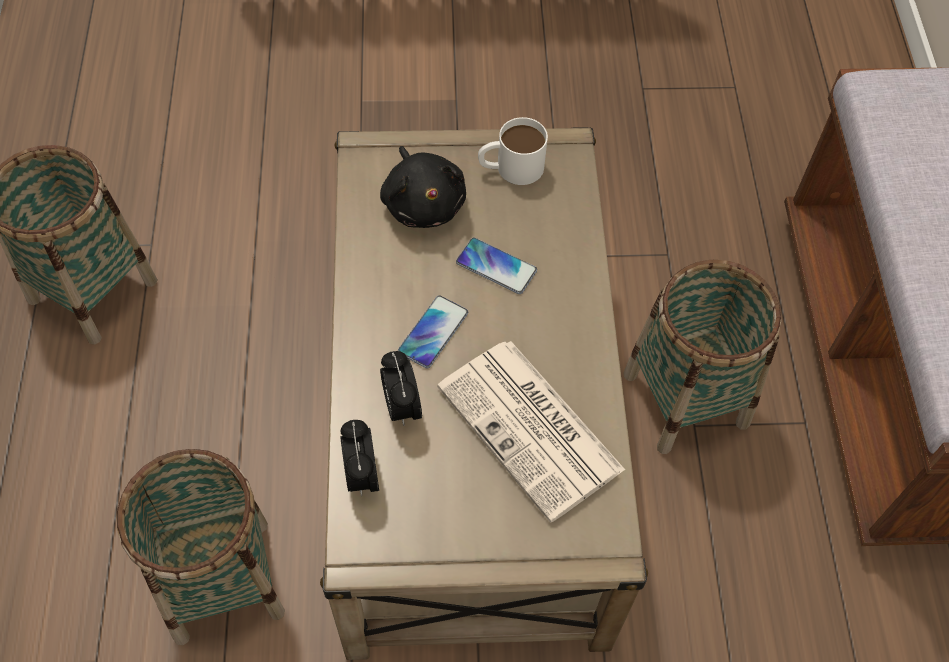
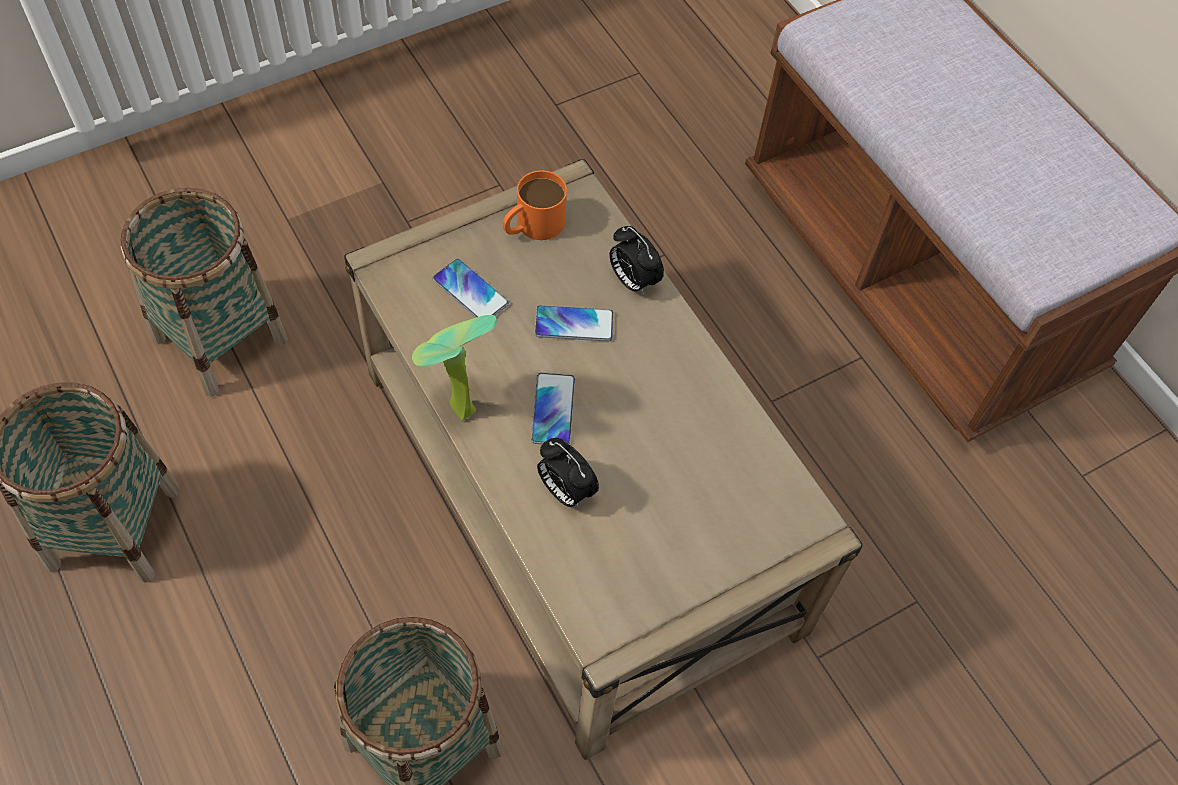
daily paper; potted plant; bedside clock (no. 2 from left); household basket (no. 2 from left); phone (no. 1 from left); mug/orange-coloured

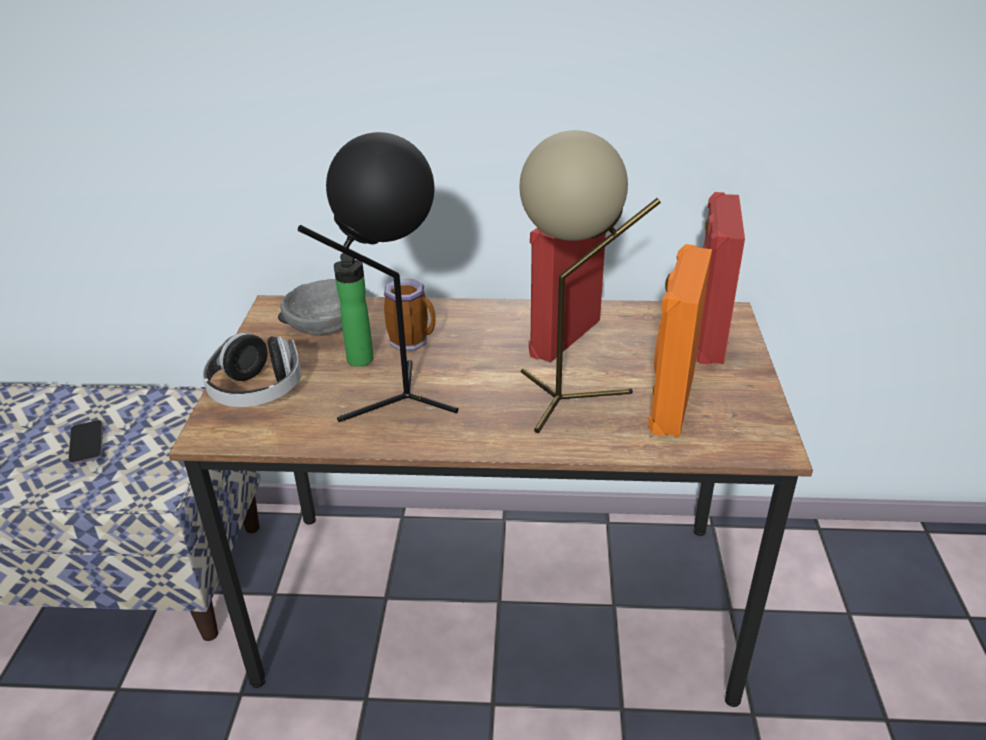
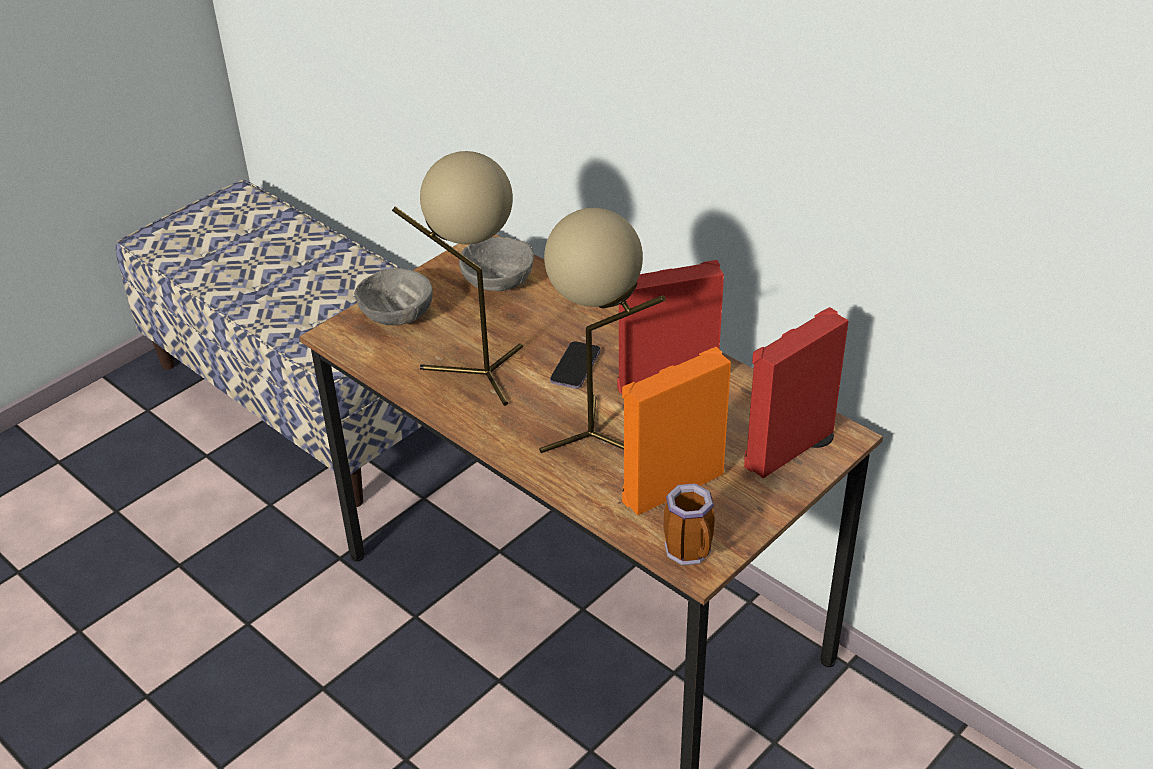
bottle; phone; mug; serving bowl/grey (no. 1 from left); table lamp/beige (no. 1 from left)

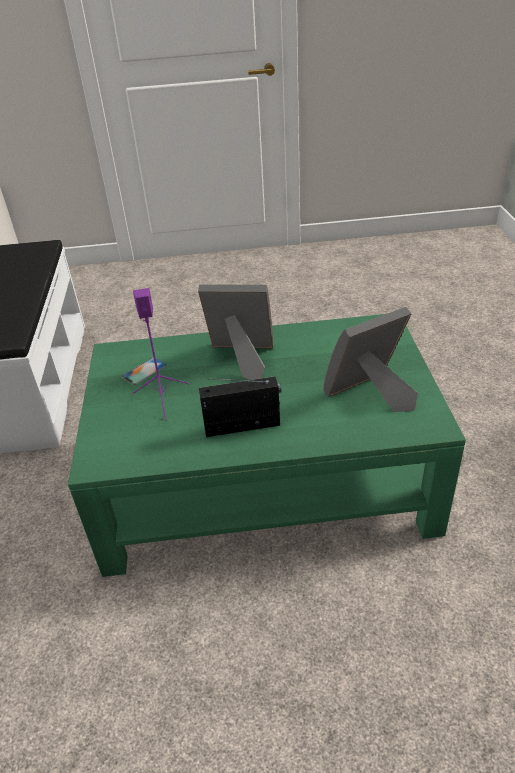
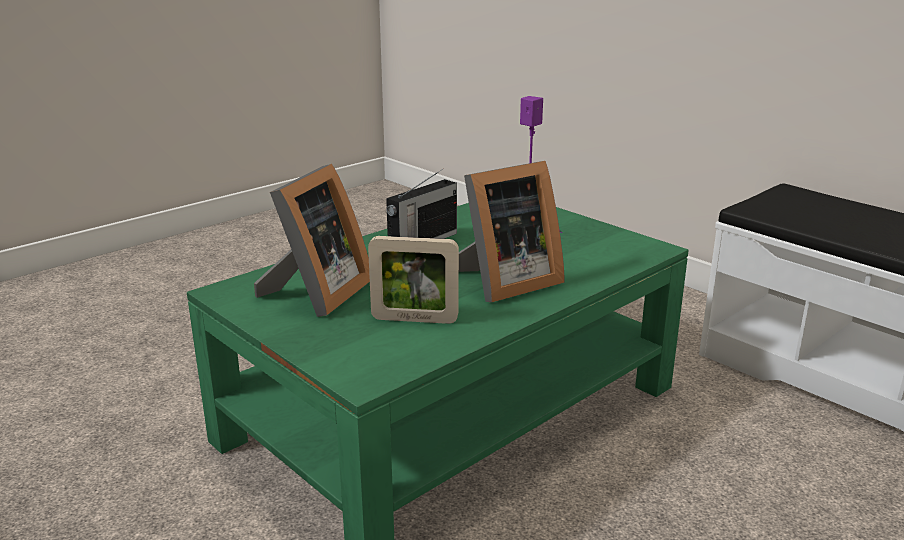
phone; photo frame (no. 2 from left)

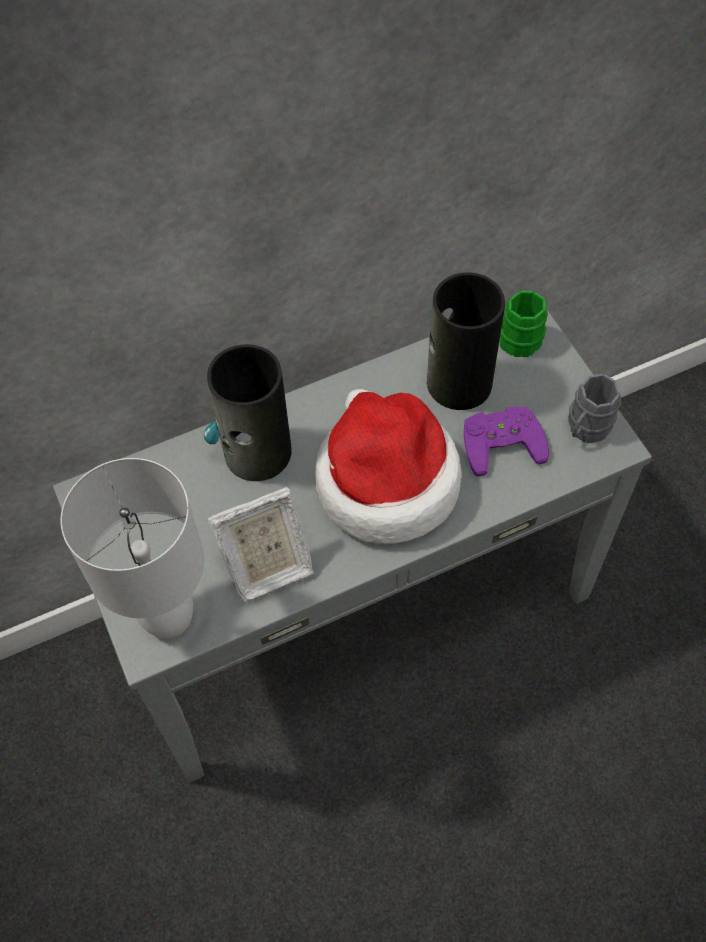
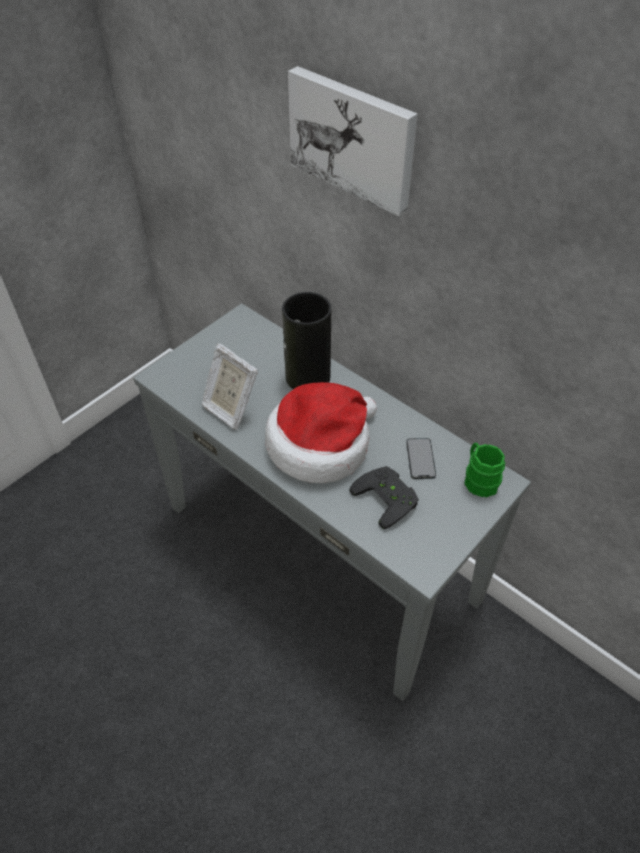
table lamp/whitish; mug/grey; wall picture; phone; joypad/black-coloured

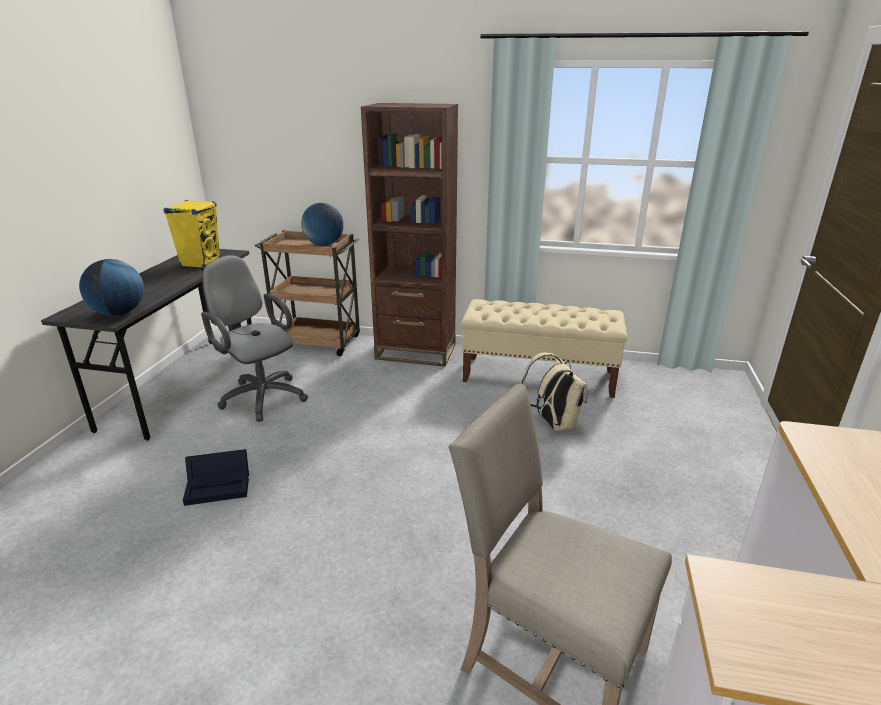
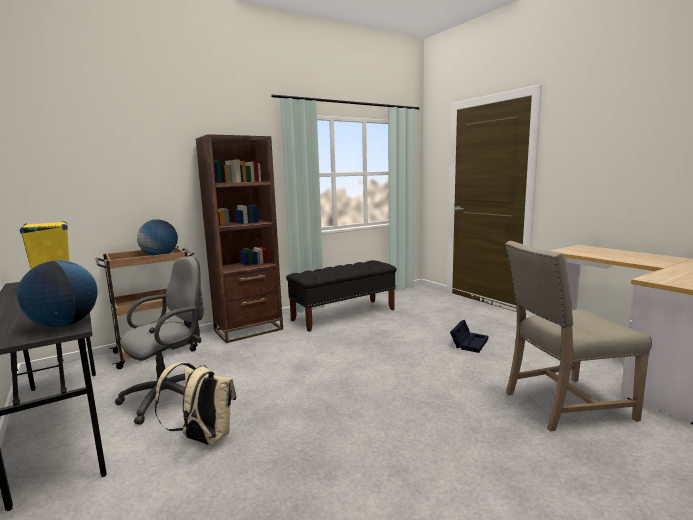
storage bin/black-coloured; knapsack/beige; bench/black-coloured; office chair/grey

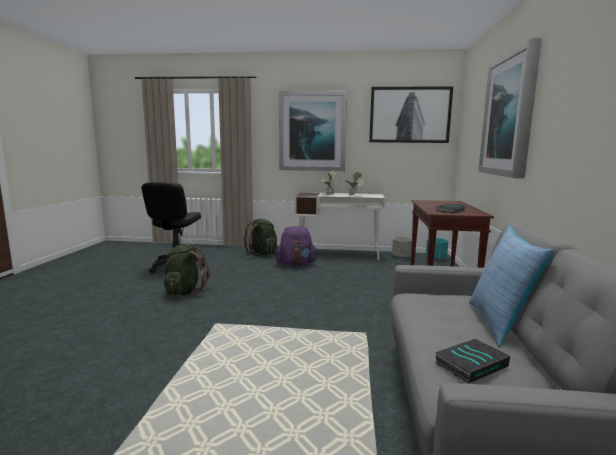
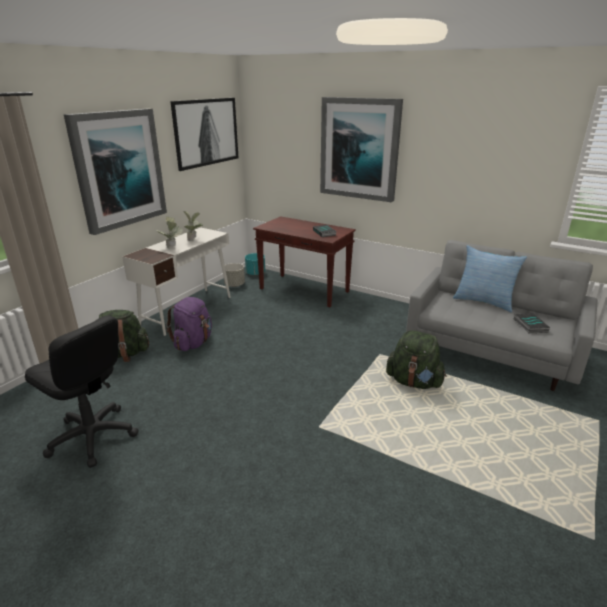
knapsack/green (no. 2 from left)

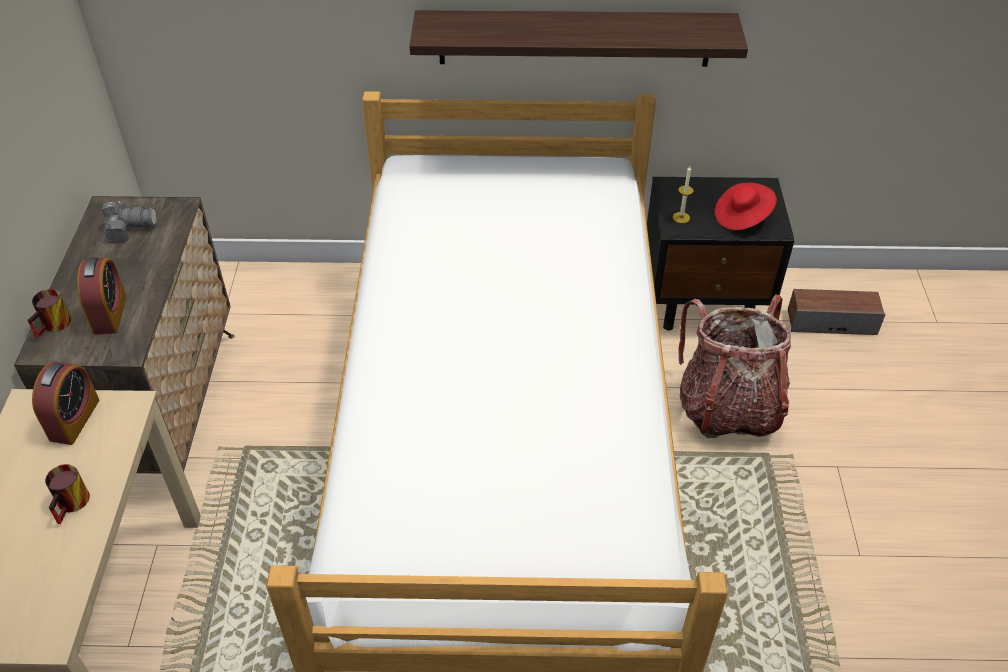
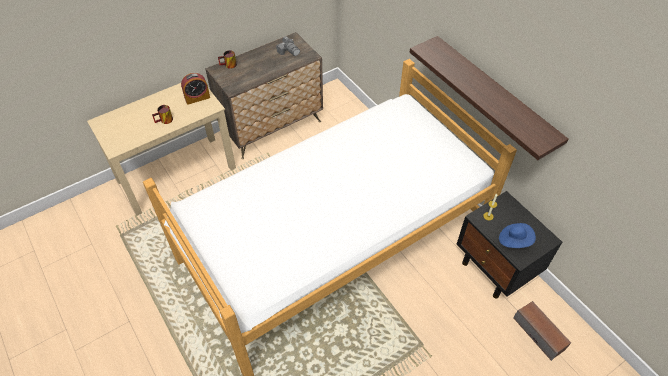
bedside clock (no. 2 from left in the first image); knapsack; clothing hat/bluish

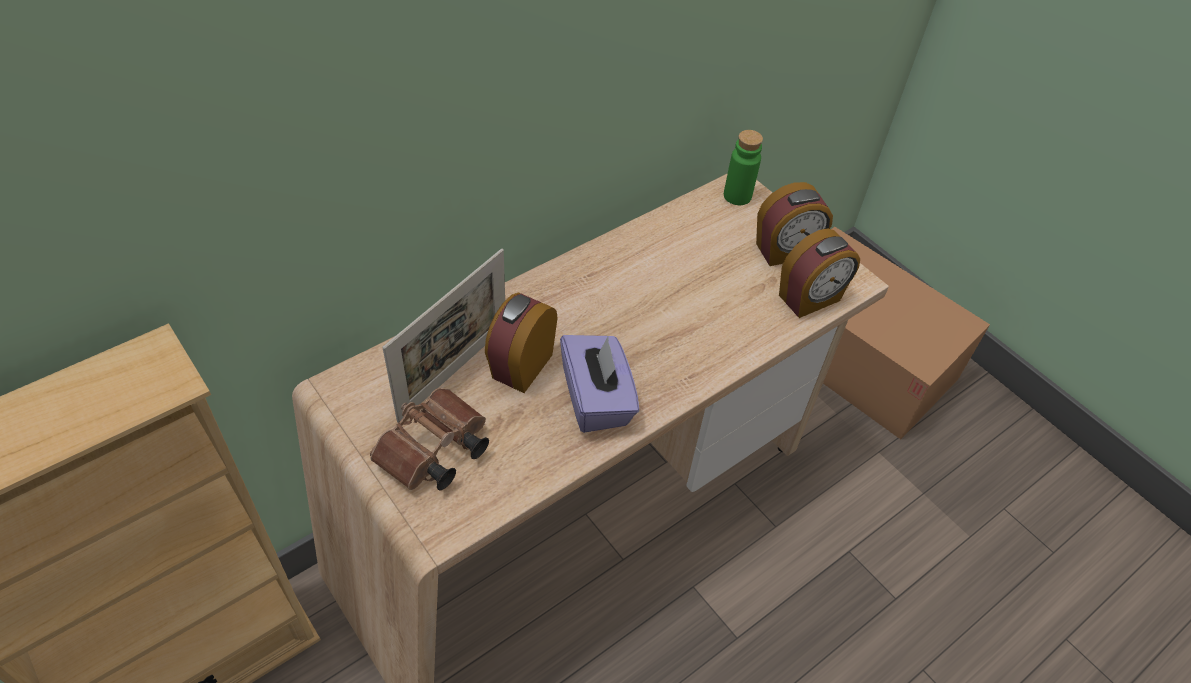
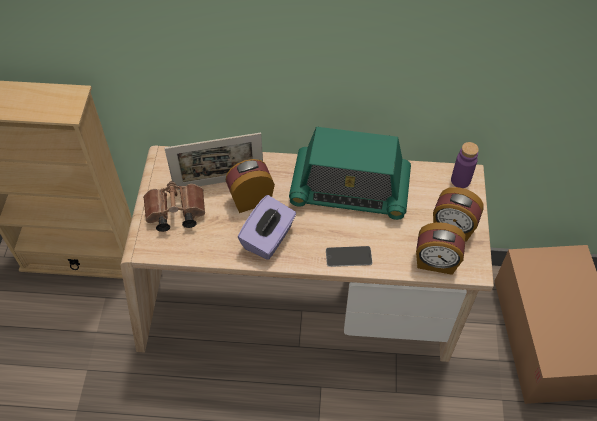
radio receiver; phone; bottle/purplish

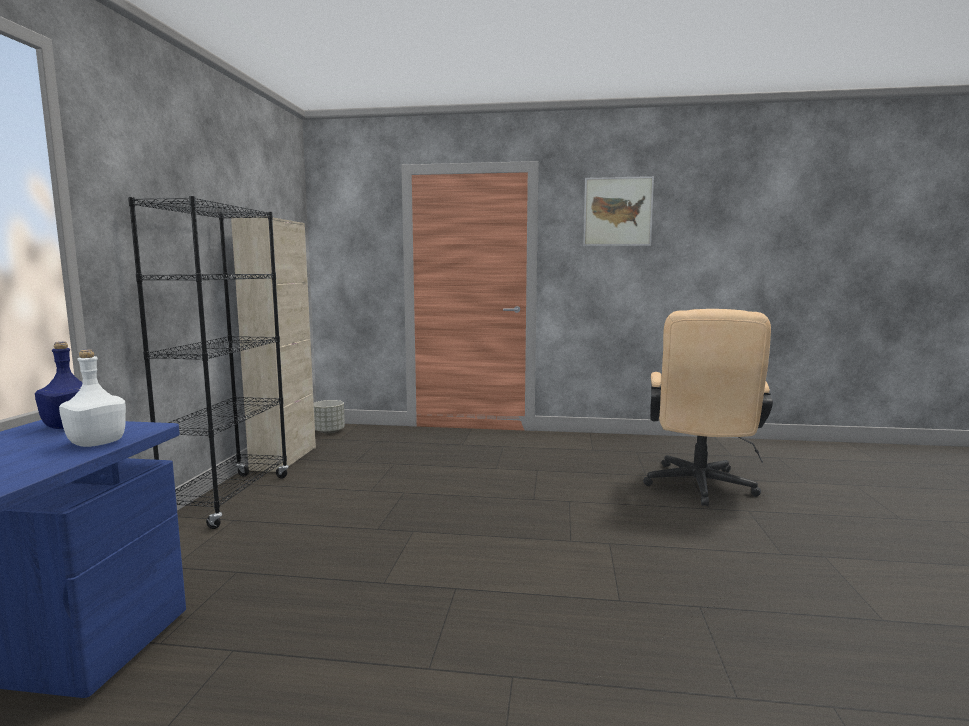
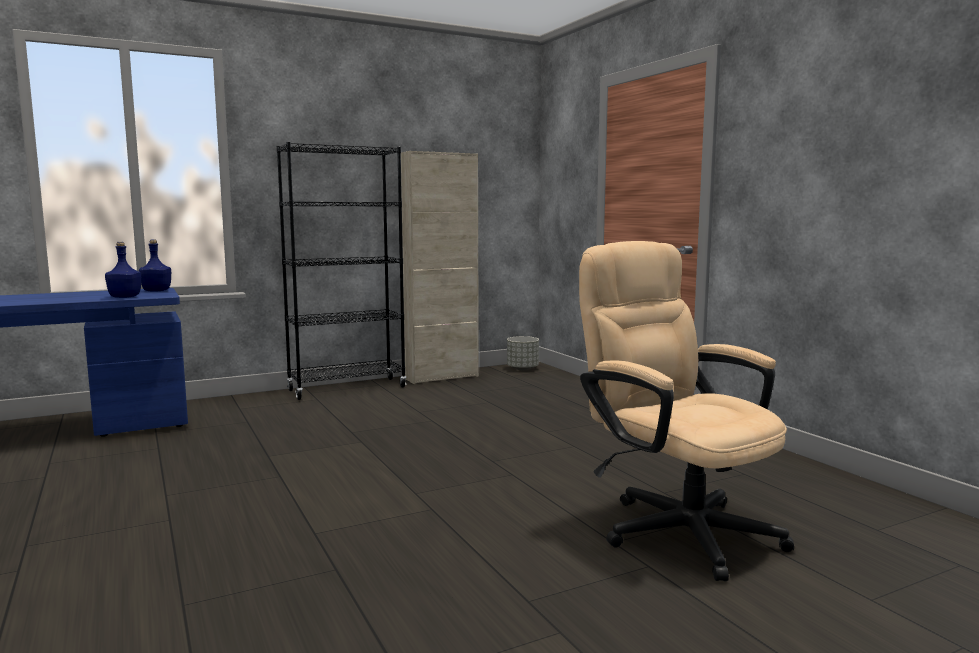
wall picture; bottle/bluish (no. 1 from left); office chair/beige

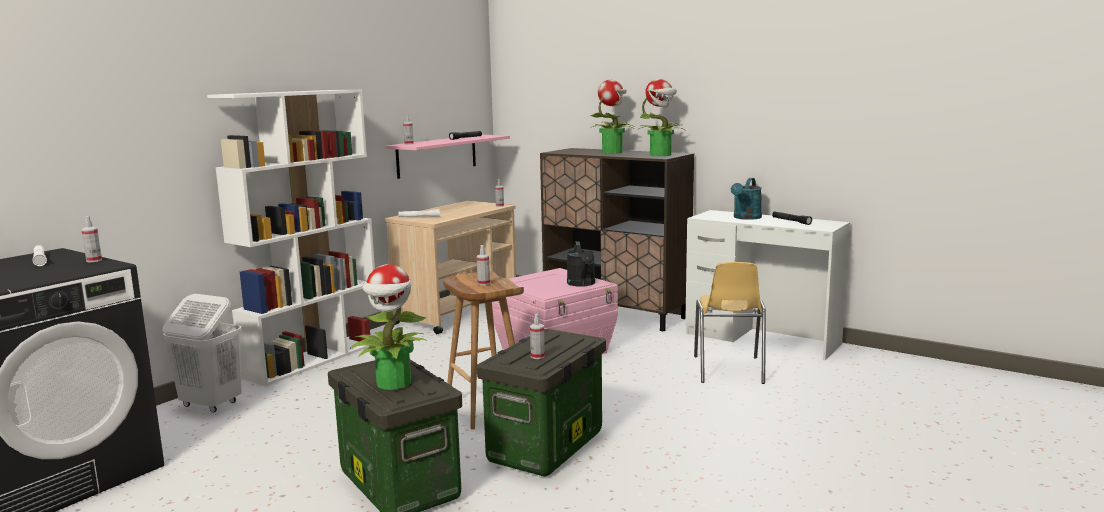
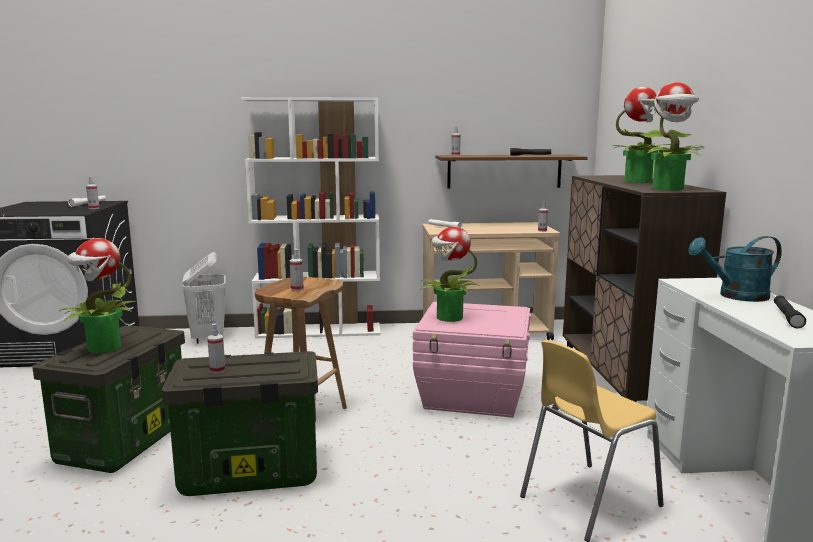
watering pot/black-coloured; potted plant (no. 2 from left); wall shelf/brown-coloured

